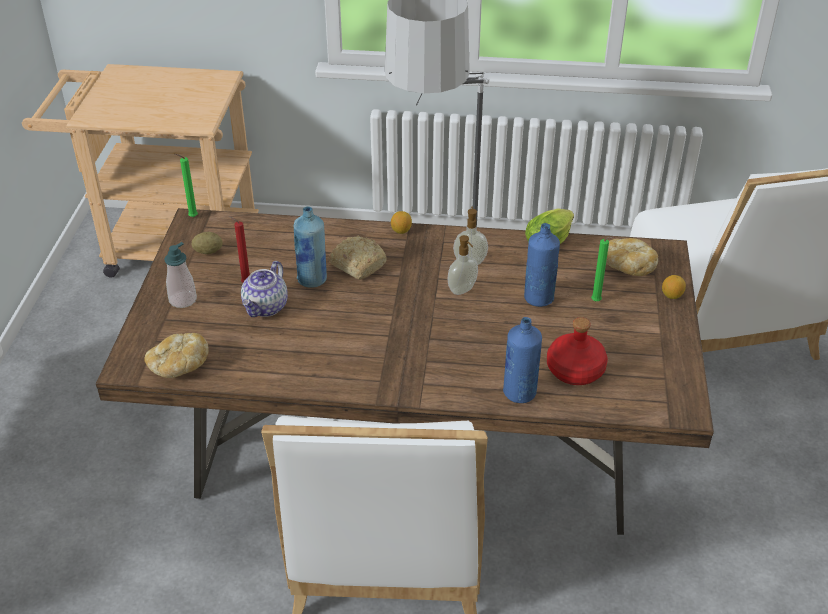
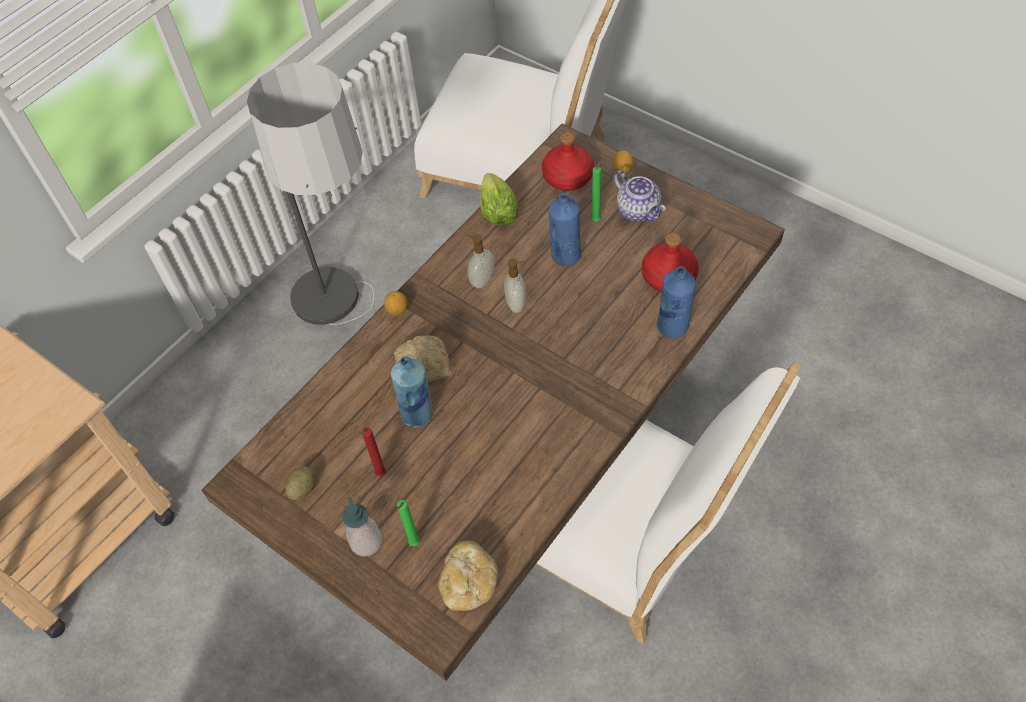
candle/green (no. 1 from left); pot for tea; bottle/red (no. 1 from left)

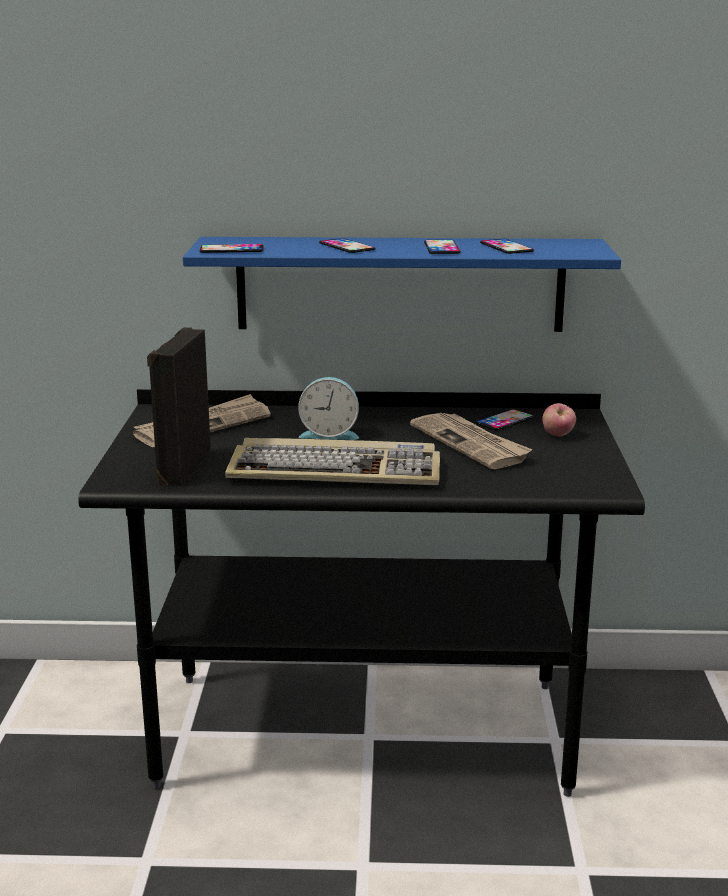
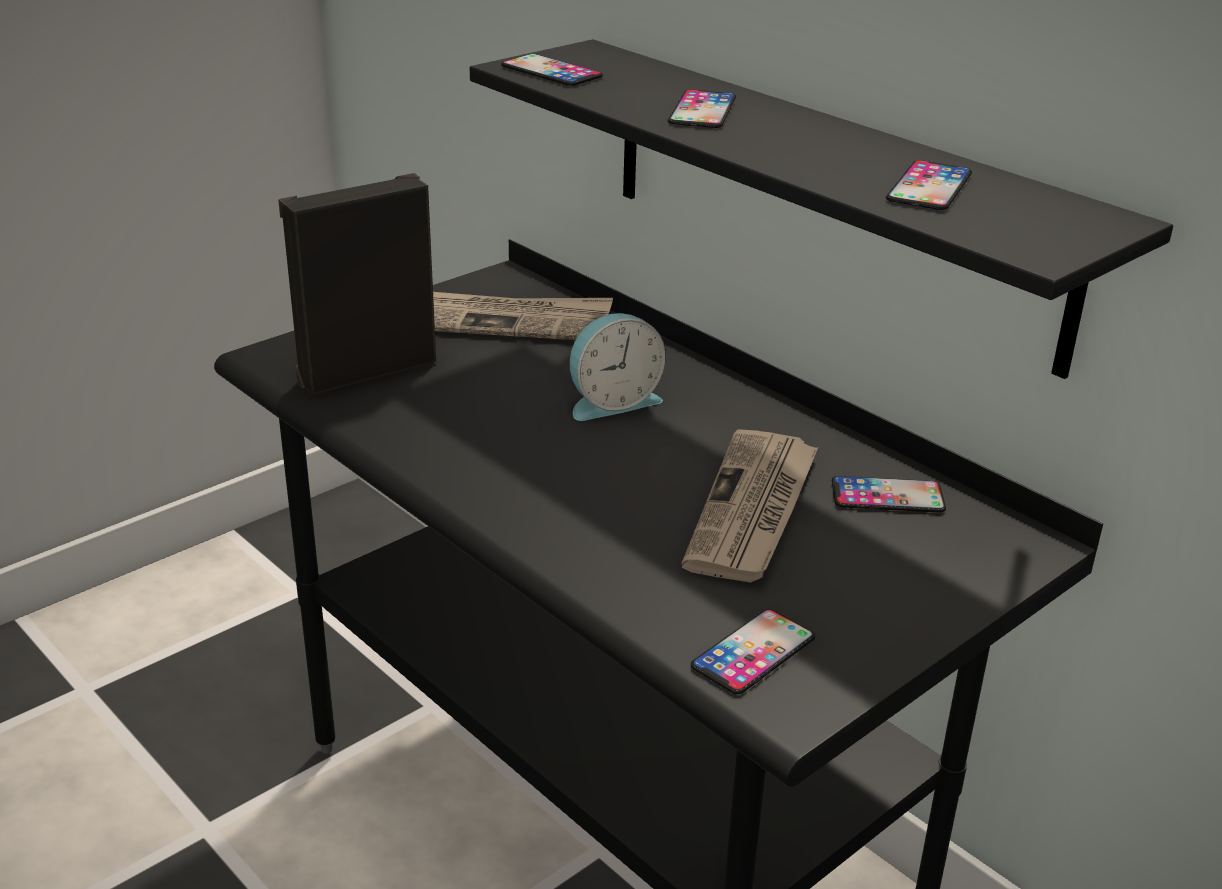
computer keyboard; apple fruit; phone (no. 3 from left); wall shelf/black-coloured; bedside clock

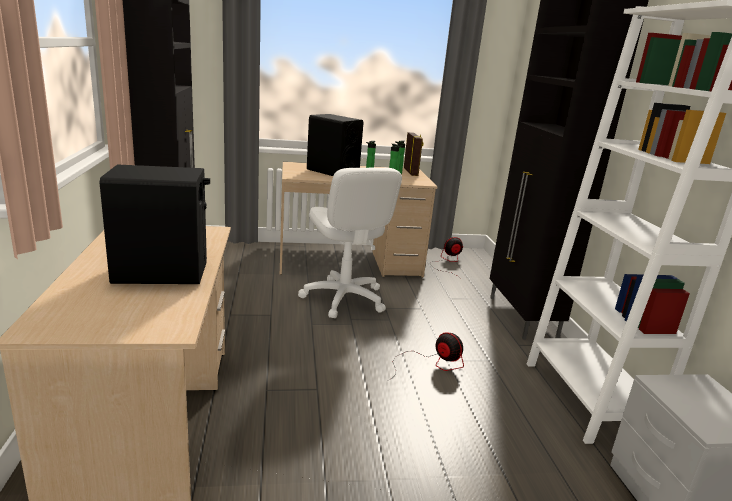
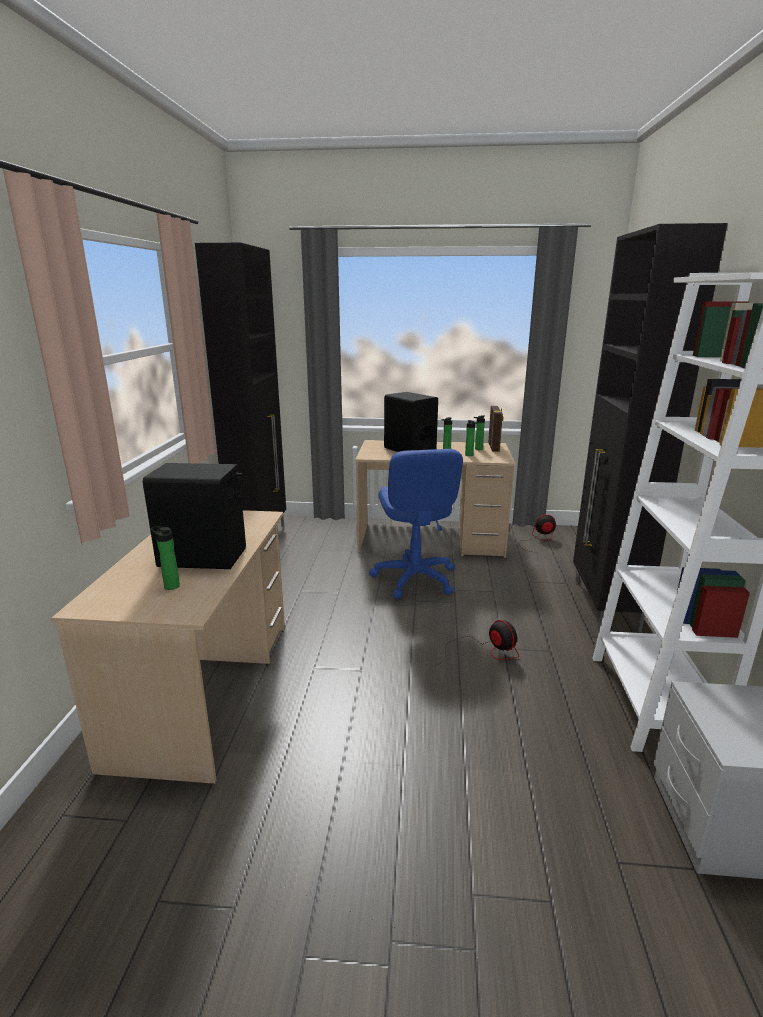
bottle (no. 1 from left); office chair/bluish

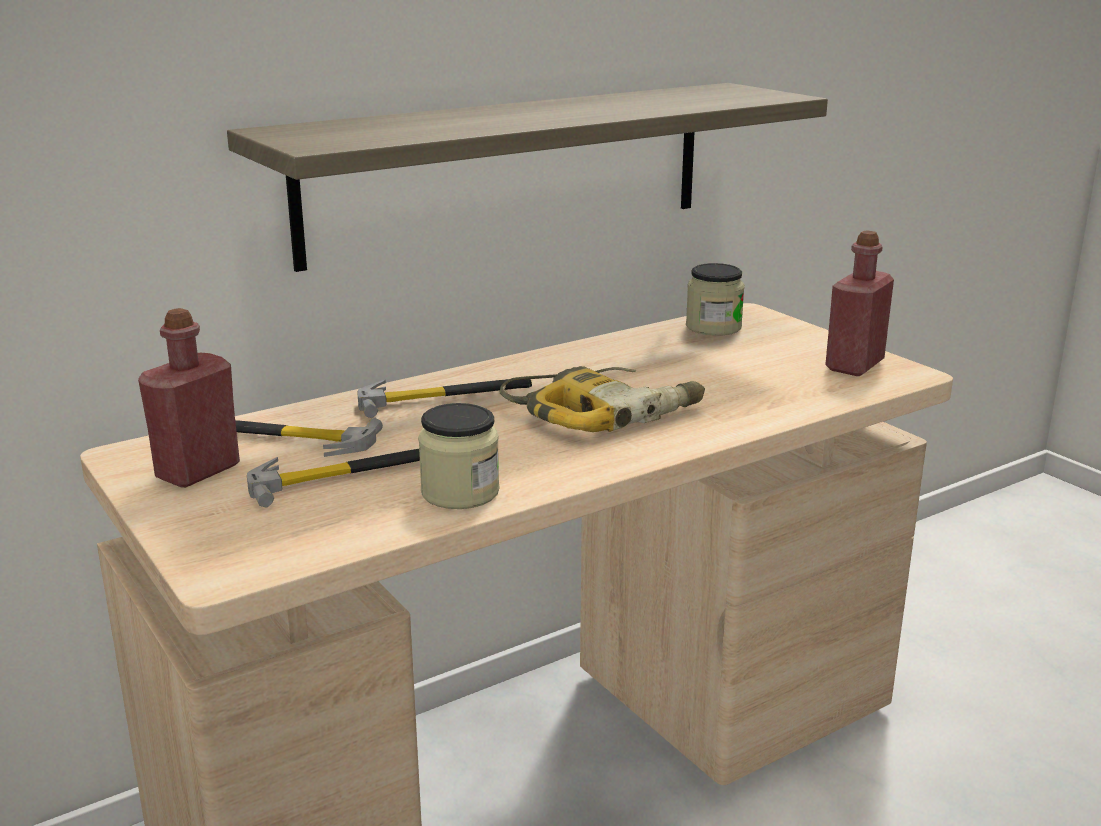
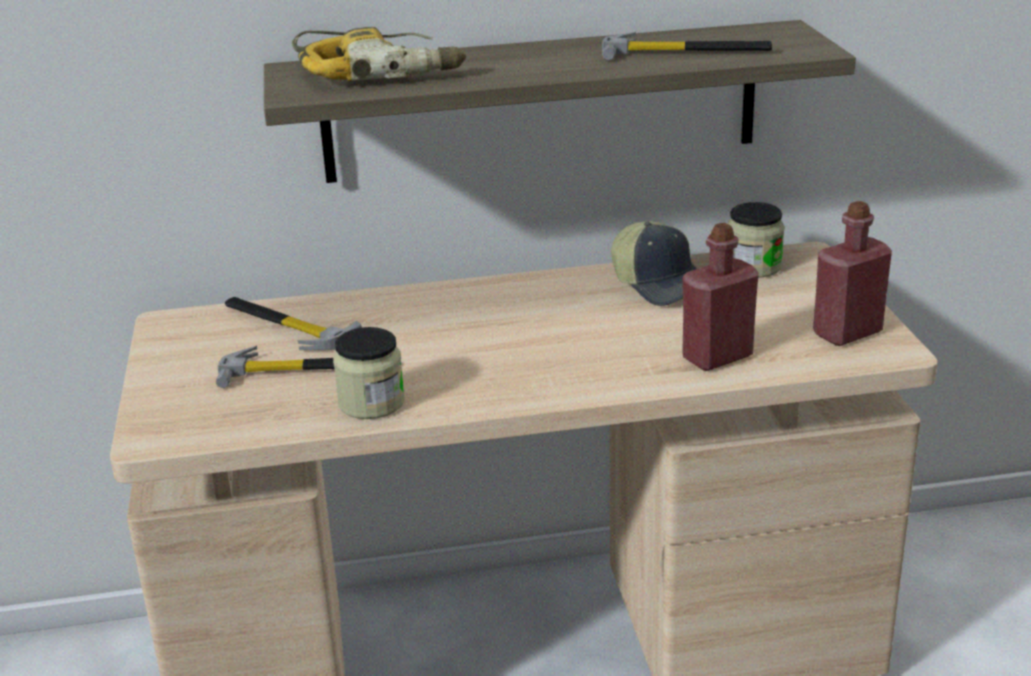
peaked cap; bottle/red (no. 1 from left); hammer (no. 3 from left); electric drill

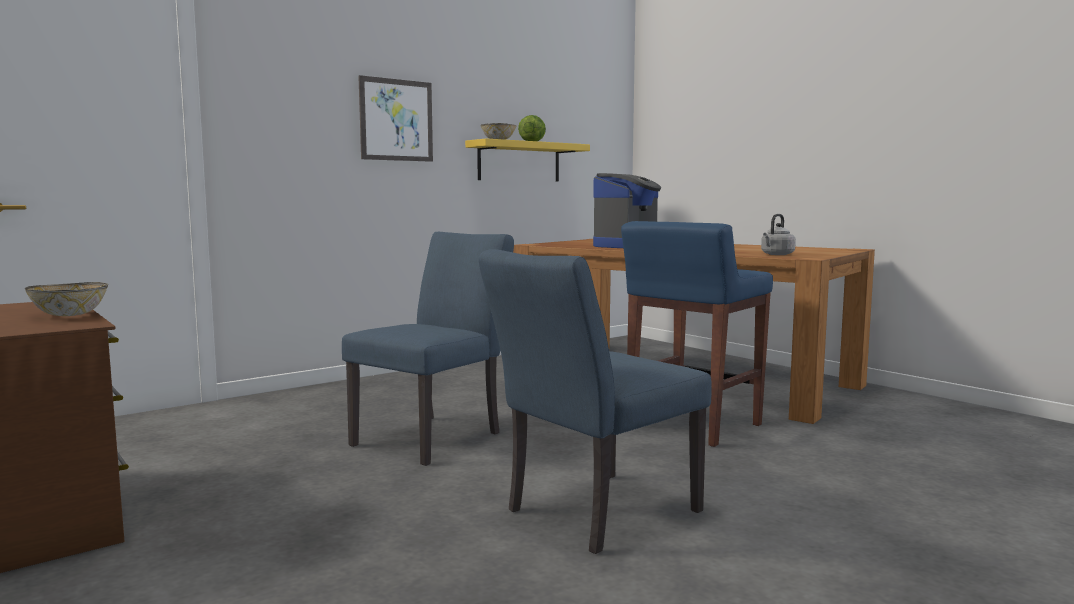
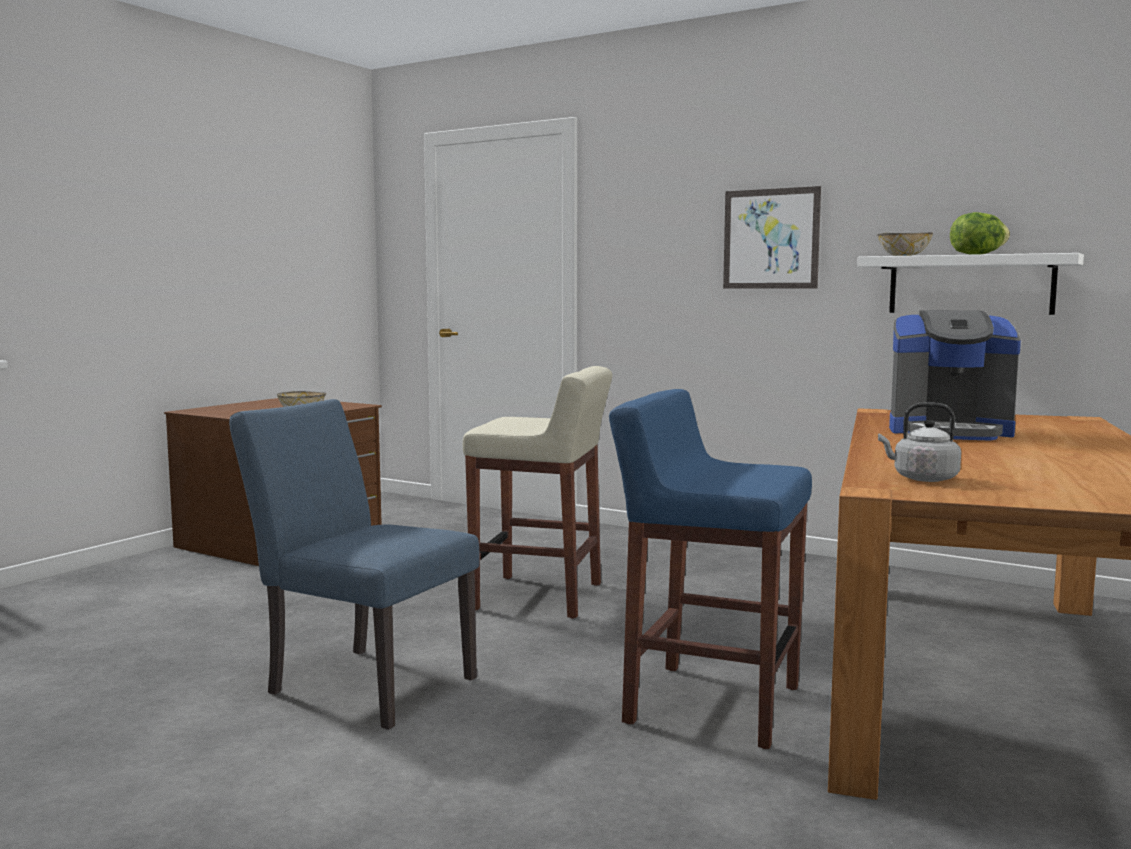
stool/beige; wall shelf/whitish

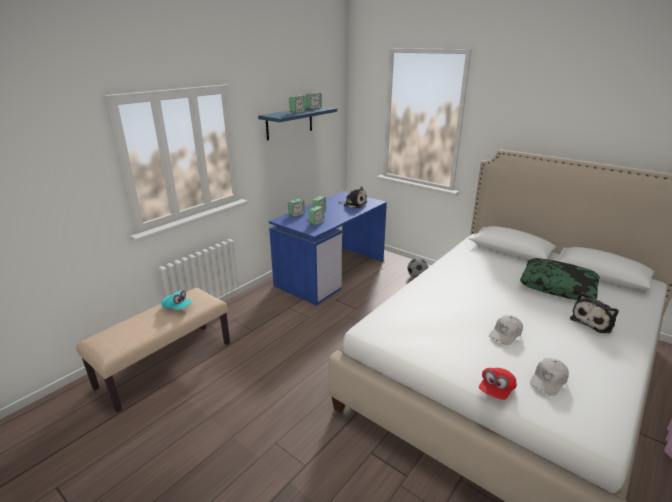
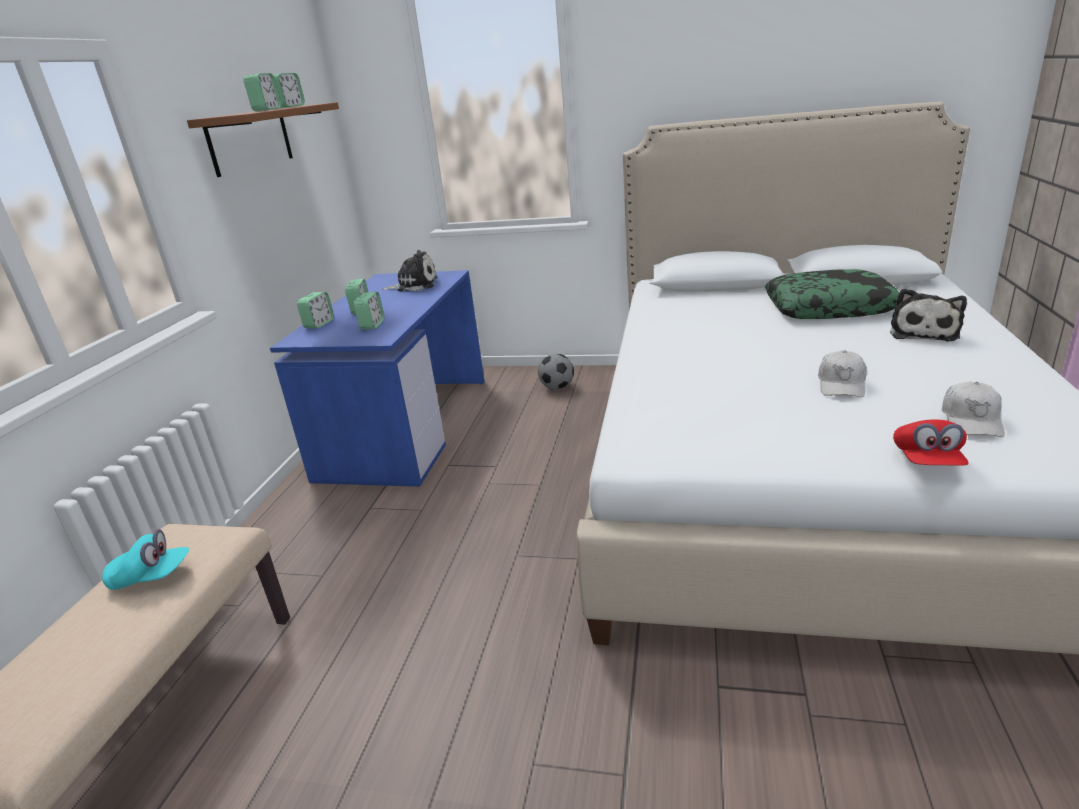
wall shelf/brown-coloured

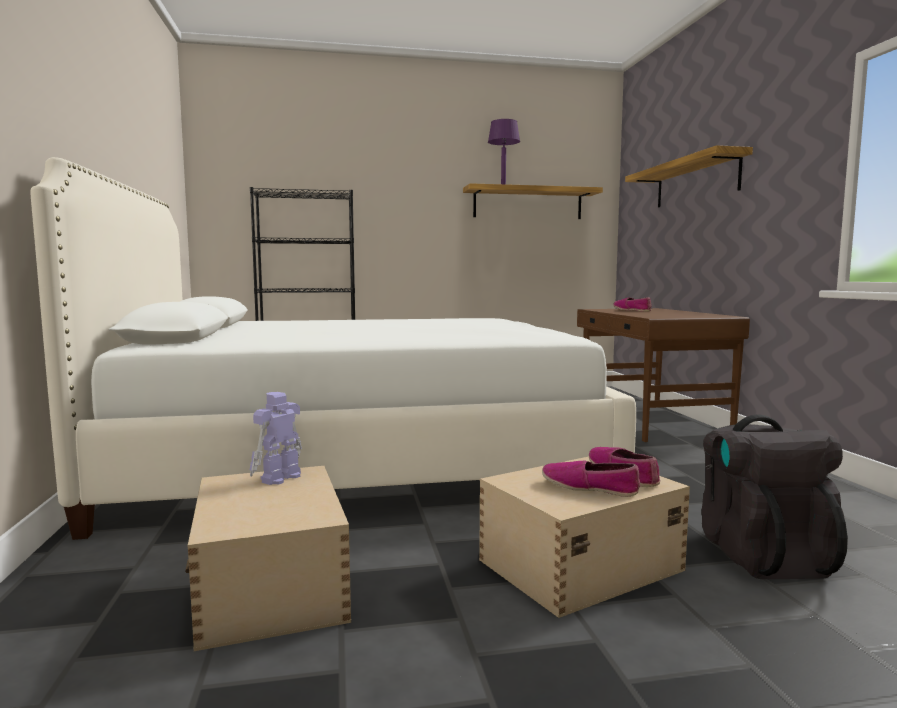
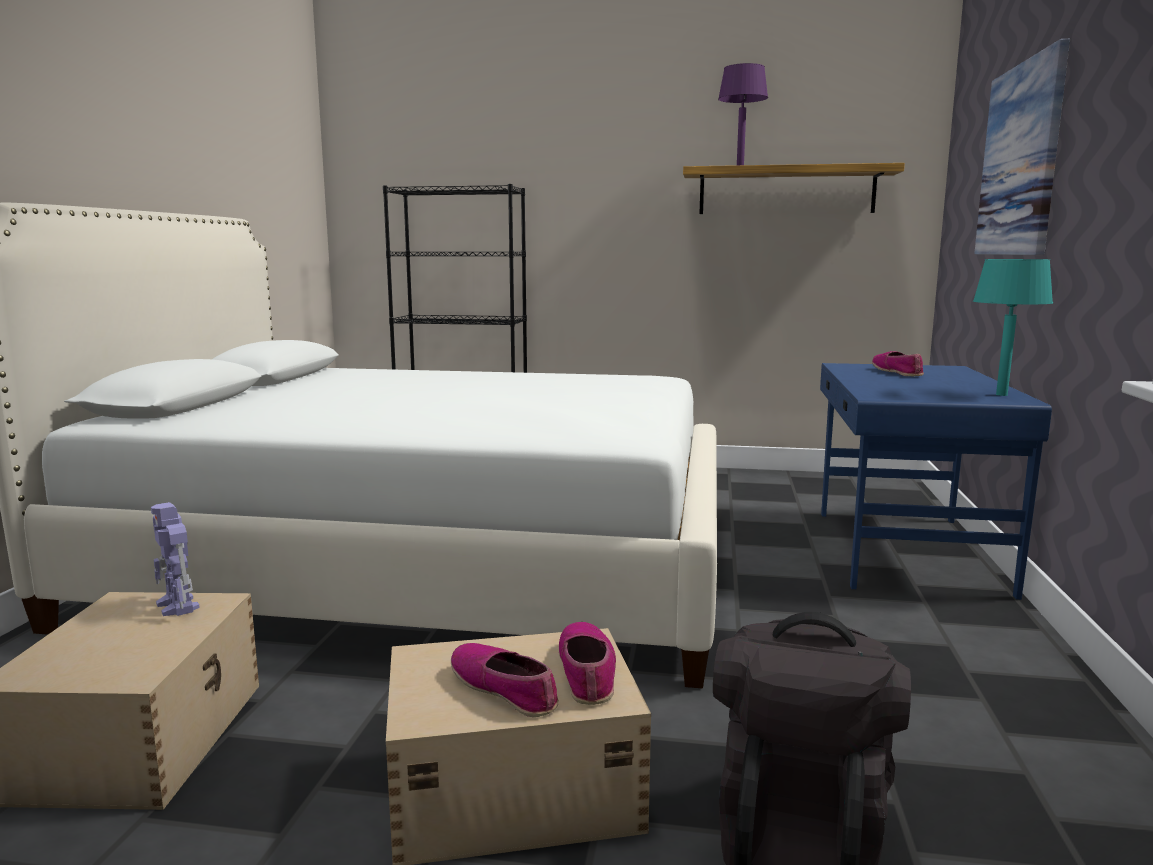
table lamp/turquoise; wall picture; desk unit/bluish; toy robot

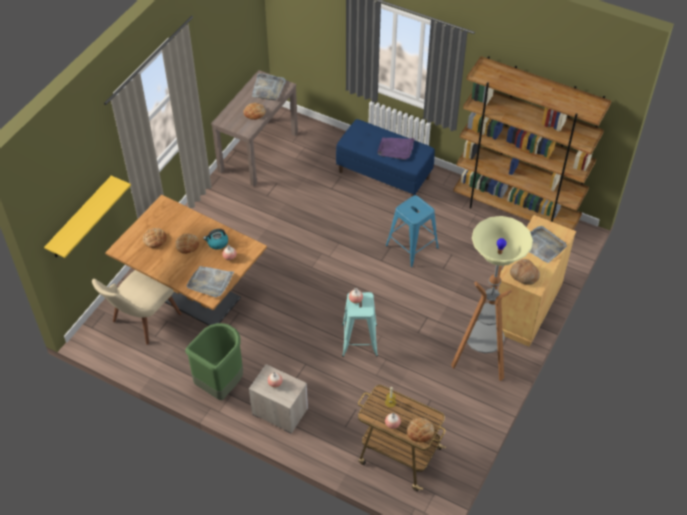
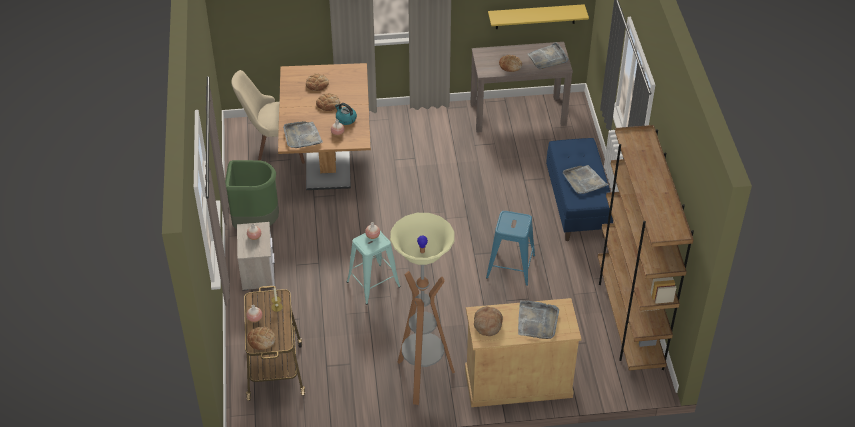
wall shelf/yellow-coloured; tray/grey (no. 4 from left)

